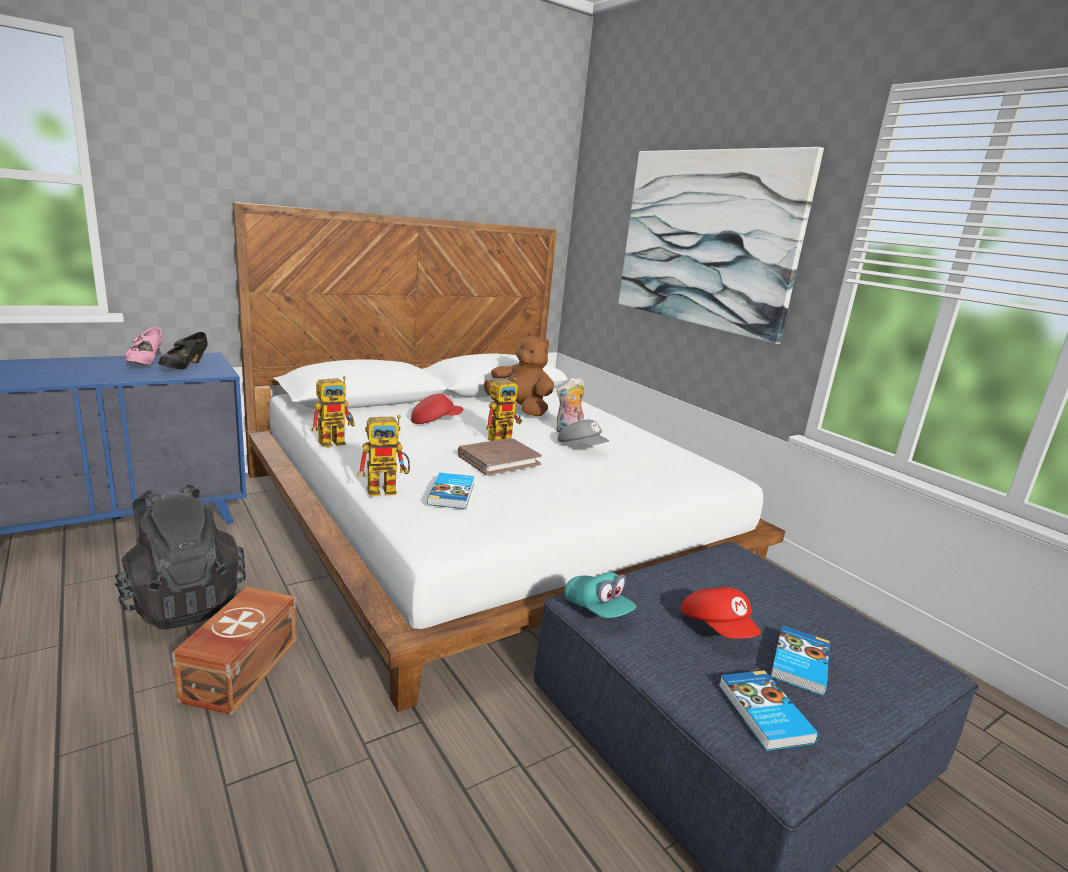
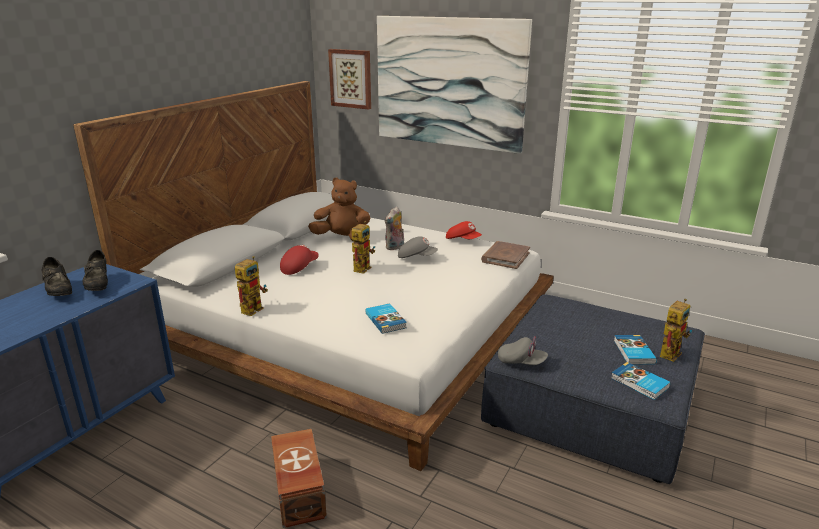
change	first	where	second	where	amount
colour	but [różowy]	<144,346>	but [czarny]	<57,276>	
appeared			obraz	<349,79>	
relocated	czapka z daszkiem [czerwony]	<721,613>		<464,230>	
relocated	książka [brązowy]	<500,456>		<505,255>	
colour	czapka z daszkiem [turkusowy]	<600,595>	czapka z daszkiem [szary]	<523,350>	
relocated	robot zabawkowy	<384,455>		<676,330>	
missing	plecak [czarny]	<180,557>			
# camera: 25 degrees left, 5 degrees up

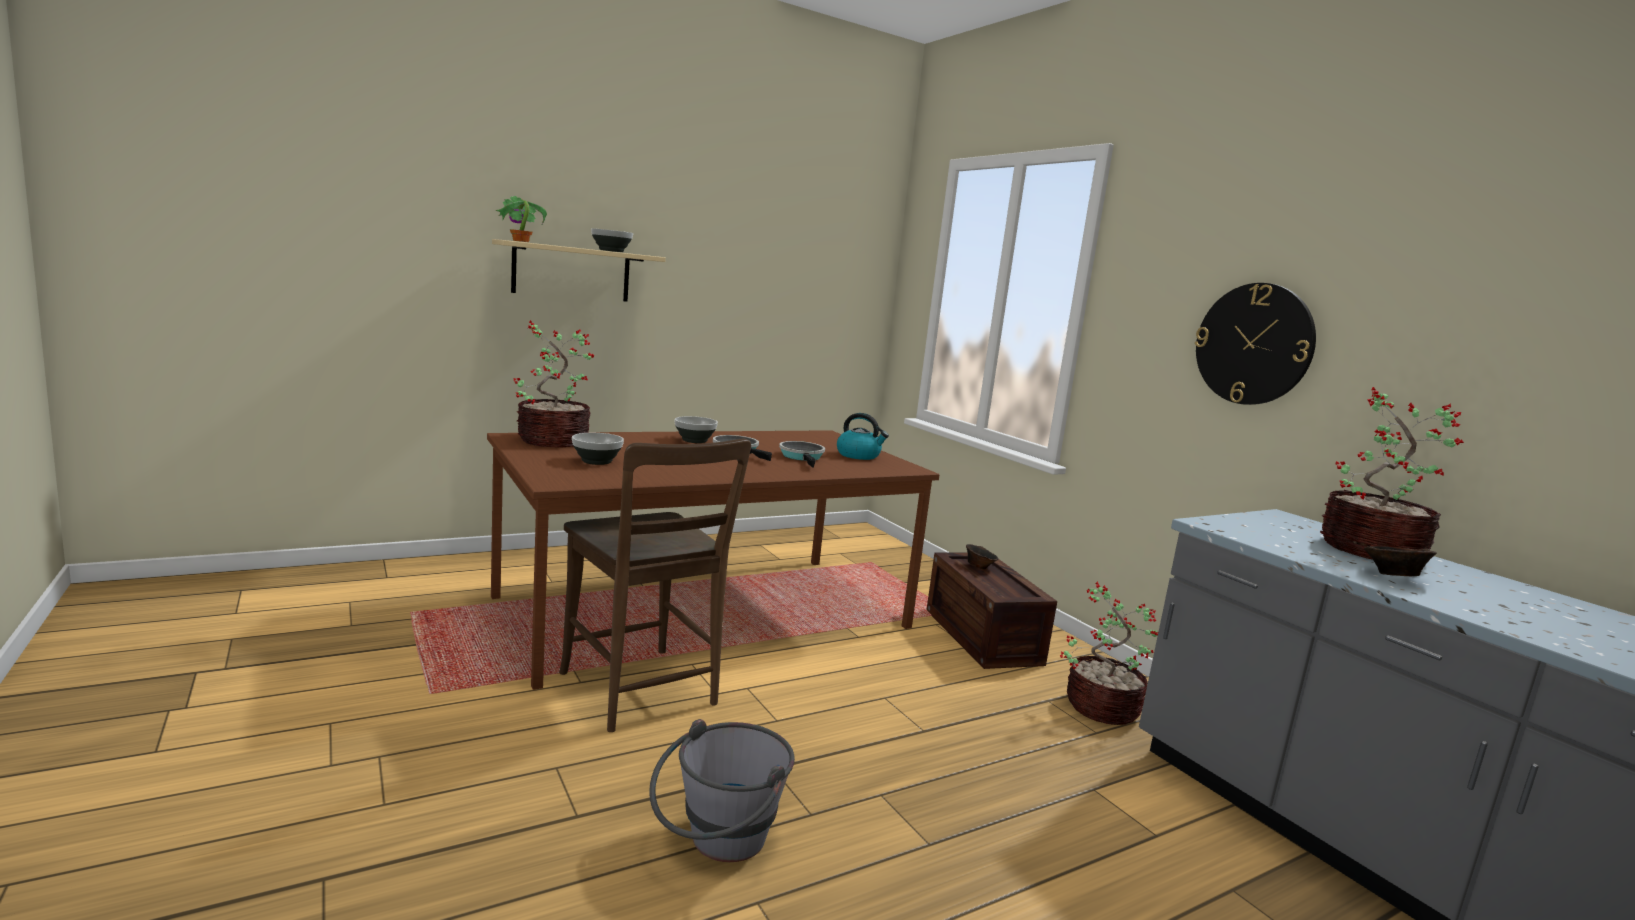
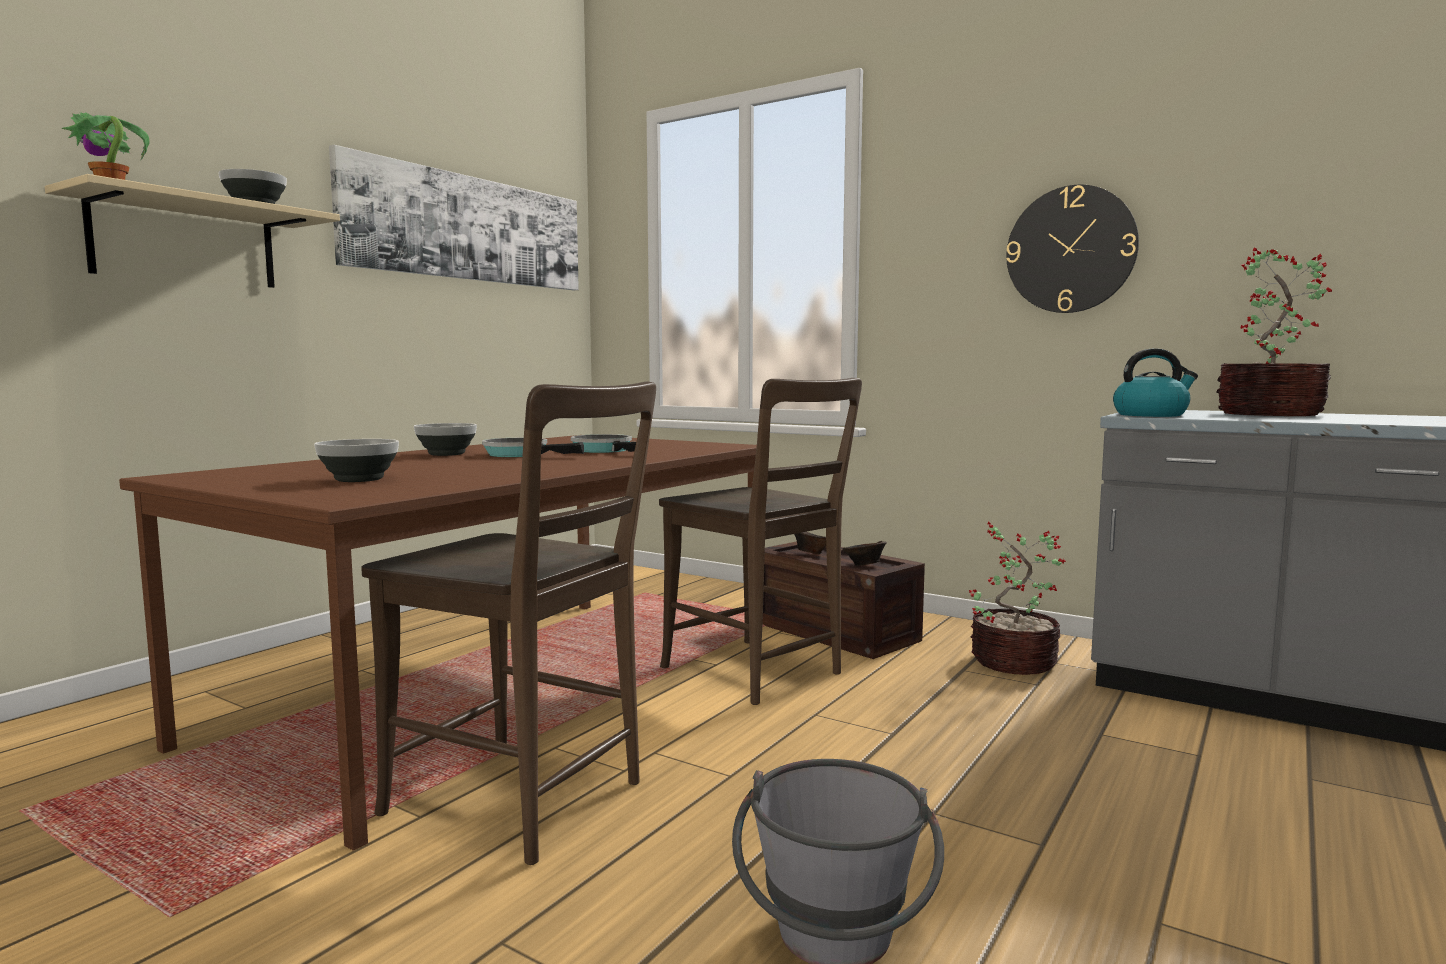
change	first	where	second	where	amount
appeared			obraz	<454,217>	
appeared			krzesło [brązowy]	<760,541>	
relocated	miska [brązowy]	<1400,561>		<864,553>	
relocated	czajnik	<863,436>		<1155,382>	
missing	roślina doniczkowa	<553,384>			
# camera: 25 degrees left, 5 degrees down

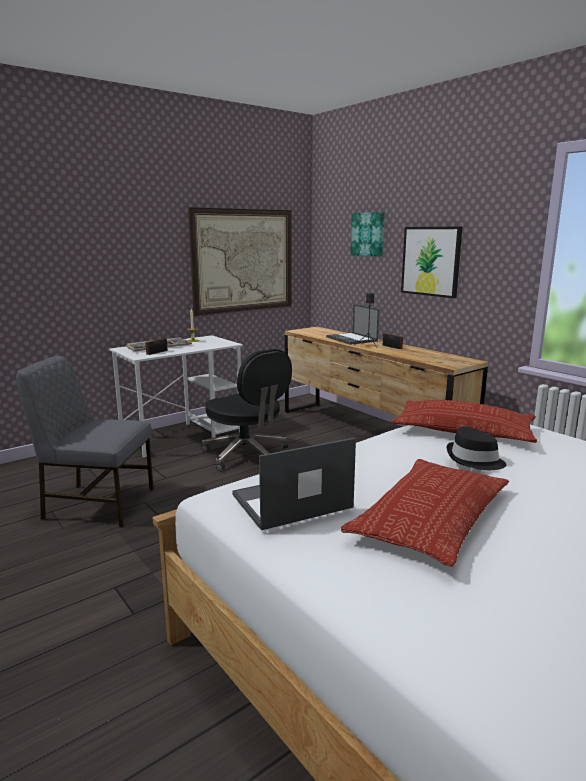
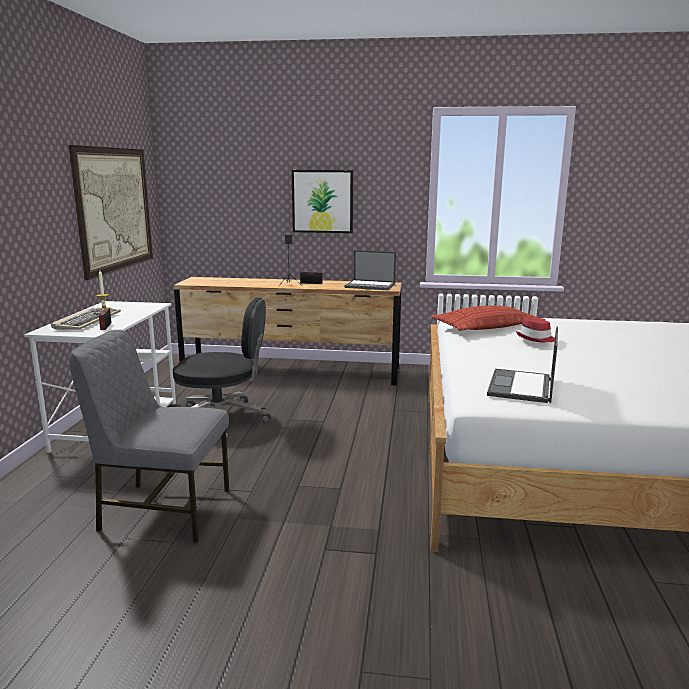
change	first	where	second	where	amount
spun	krzesło [szary]	<85,441>		<149,436>	45 degrees clockwise
relocated	laptop	<352,324>		<370,270>	
colour	kapelusz [czarny]	<476,448>	kapelusz [czerwony]	<535,329>	
missing	poduszka	<425,513>			
missing	obraz	<368,234>			
# camera: 45 degrees left, 0 degrees up

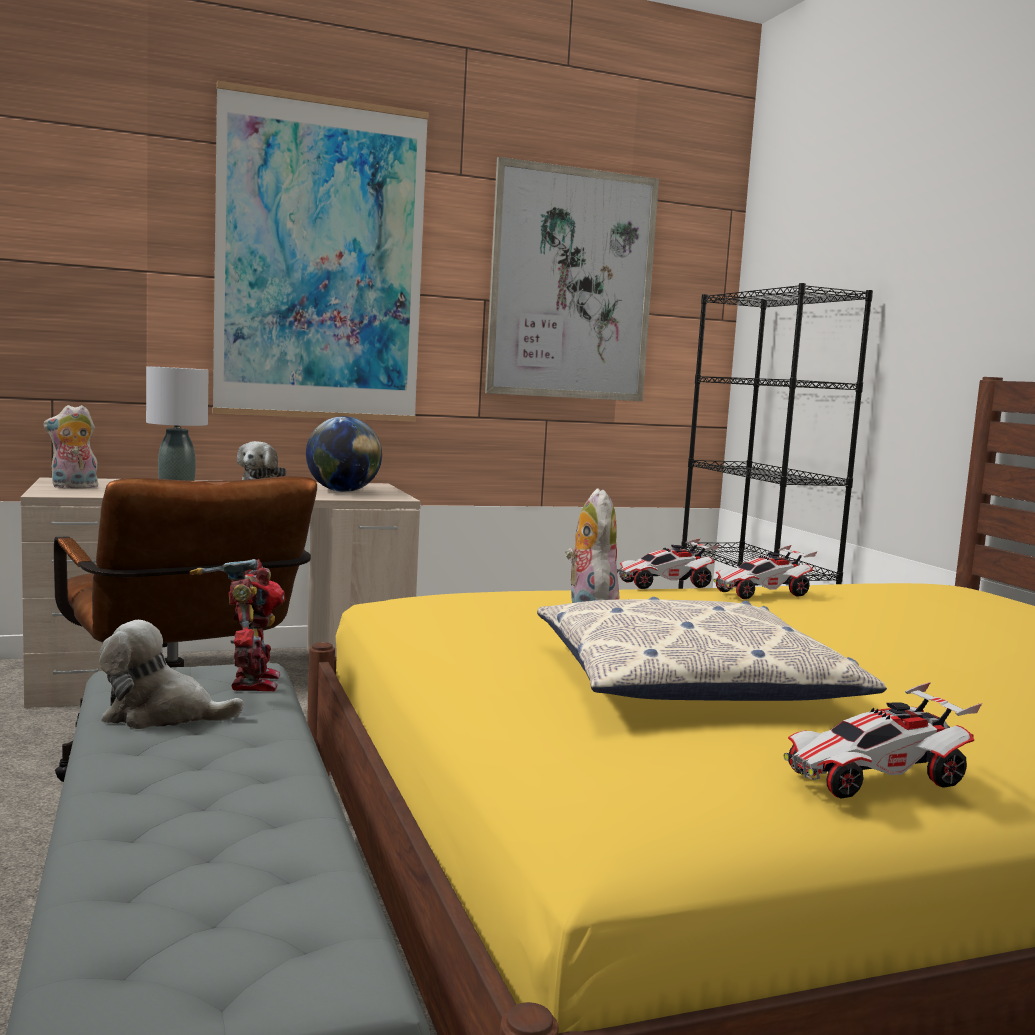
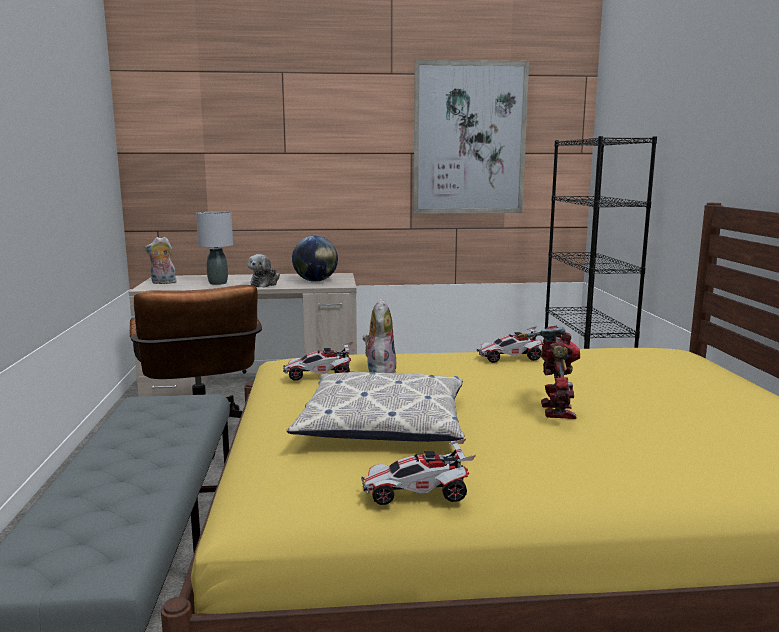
change	first	where	second	where	amount
relocated	samochodzik	<668,563>		<319,361>	
relocated	robot zabawkowy	<237,625>		<549,372>	
missing	pluszak	<171,674>			
missing	obraz	<321,251>			
# camera: 15 degrees right, 5 degrees up

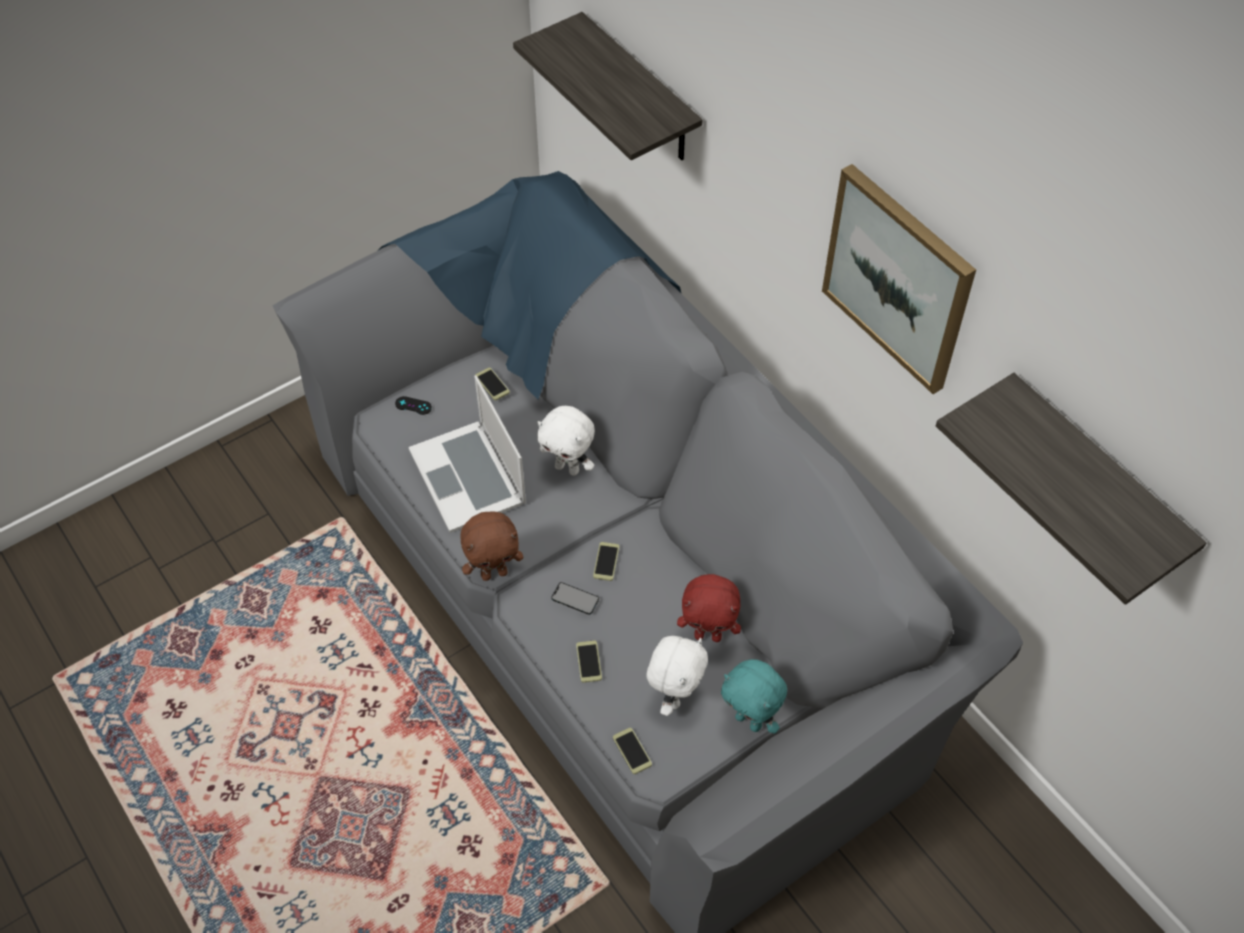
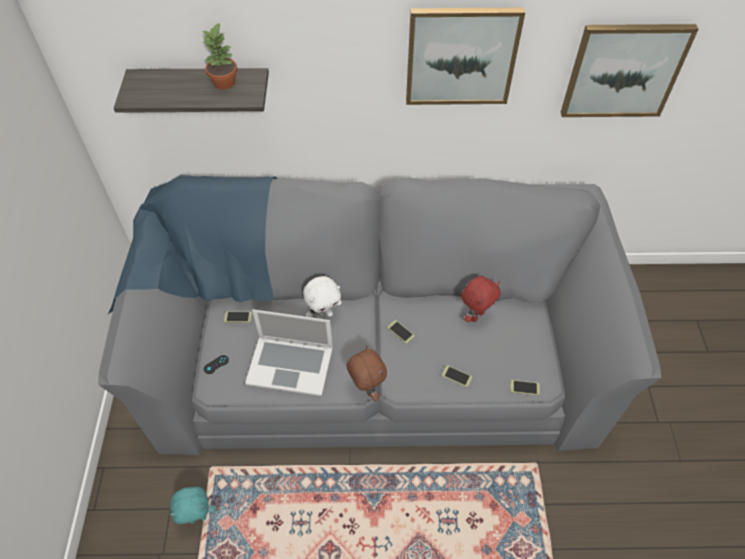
change	first	where	second	where	amount
relocated	pluszak [turkusowy]	<754,696>		<192,505>	
appeared			roślina doniczkowa	<219,56>	
spun	pluszak [brązowy]	<491,546>		<366,373>	45 degrees counterclockwise
exchanged	półka	<1071,489>	obraz	<629,70>	
missing	telefon	<575,598>			
missing	pluszak [biały]	<677,676>			
# camera: 55 degrees left, 0 degrees up

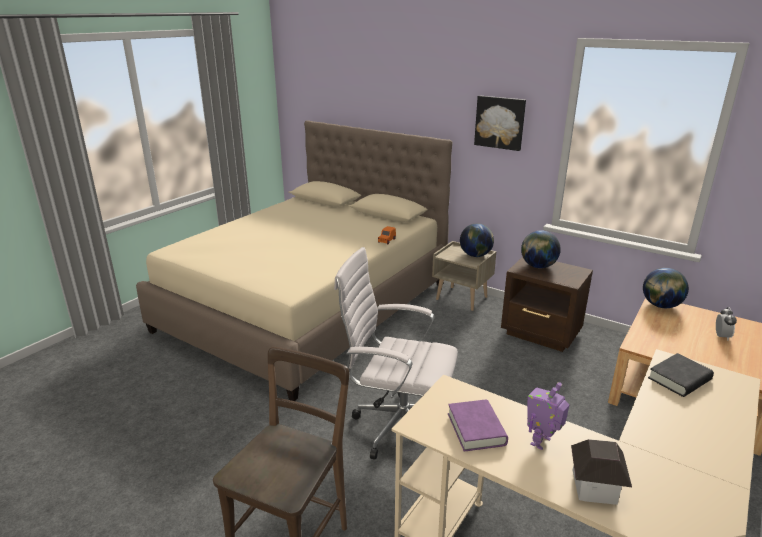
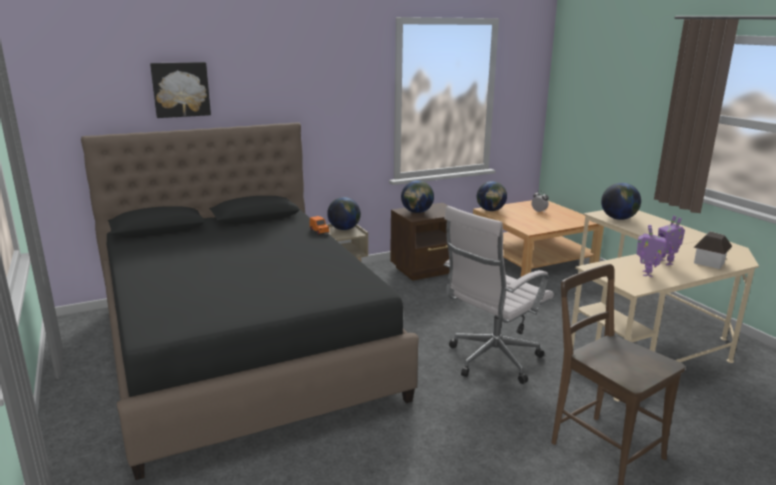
change	first	where	second	where	amount
colour	łóżko [beżowy]	<294,260>	łóżko [czarny]	<250,301>	
relocated	obraz	<500,123>		<180,90>	
exchanged	książka [czarny]	<681,375>	globus	<621,201>	
exchanged	książka [fioletowy]	<478,426>	robot zabawkowy	<651,251>	
# camera: 60 degrees left, 5 degrees down

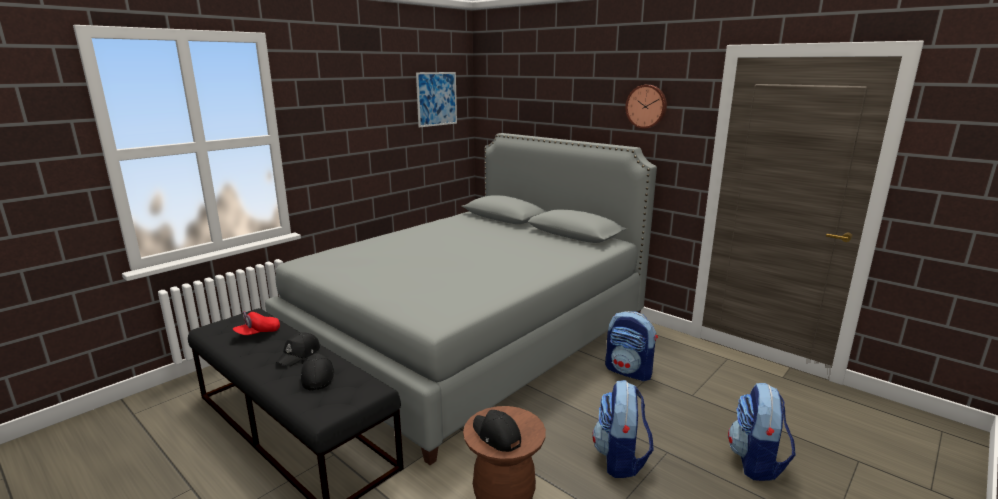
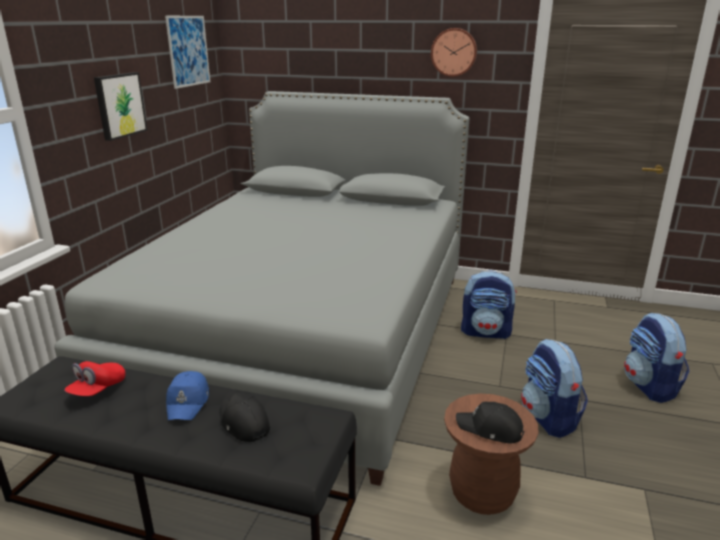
change	first	where	second	where	amount
appeared			obraz	<120,106>	
colour	czapka z daszkiem [czarny]	<298,349>	czapka z daszkiem [niebieski]	<187,395>	
# camera: 25 degrees left, 5 degrees up

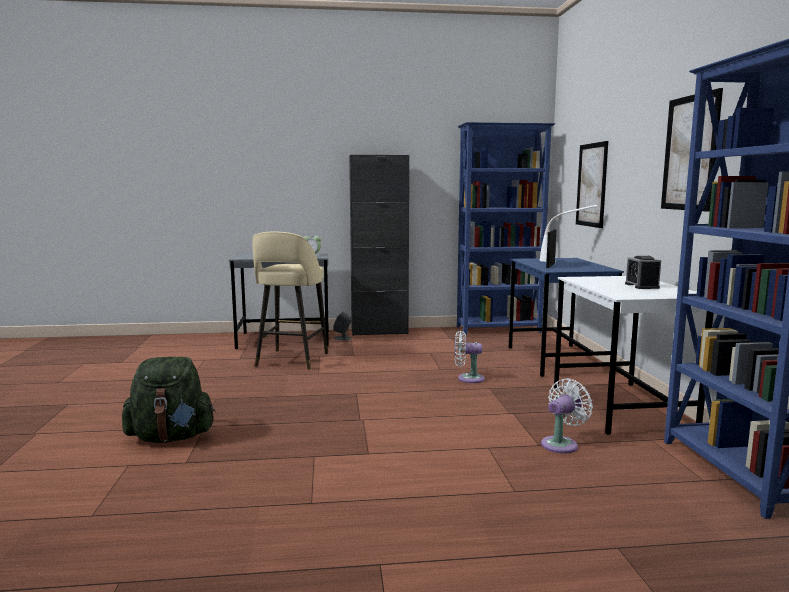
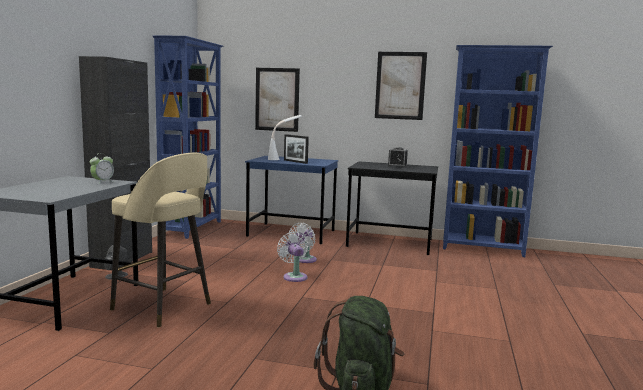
change	first	where	second	where	amount
relocated	wentylator [biały]	<567,416>		<292,257>	
colour	biurko [biały]	<633,355>	biurko [czarny]	<392,208>	
# camera: 70 degrees left, 0 degrees up

